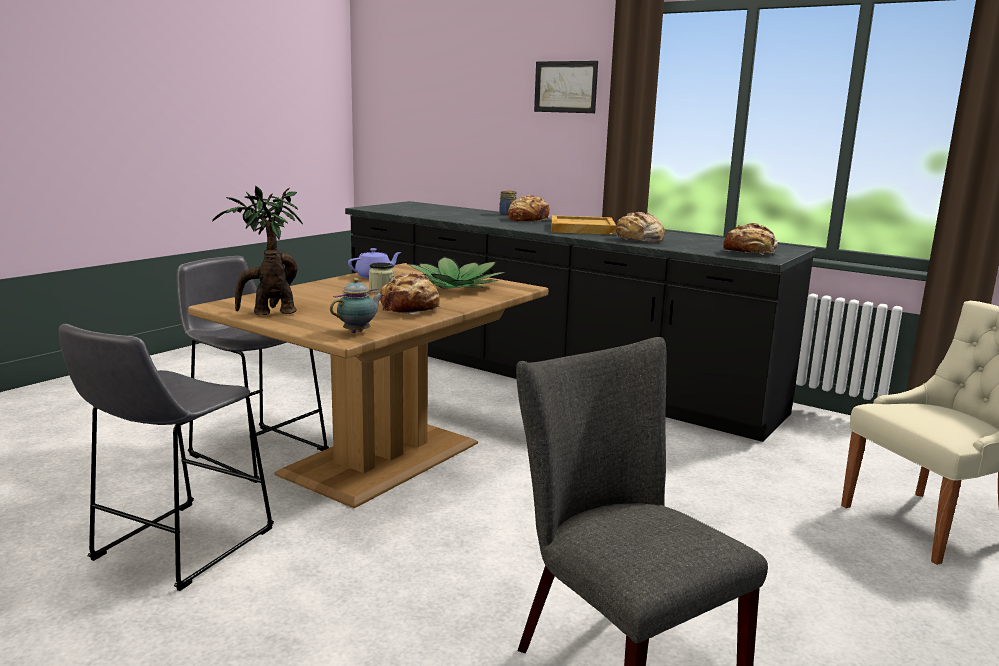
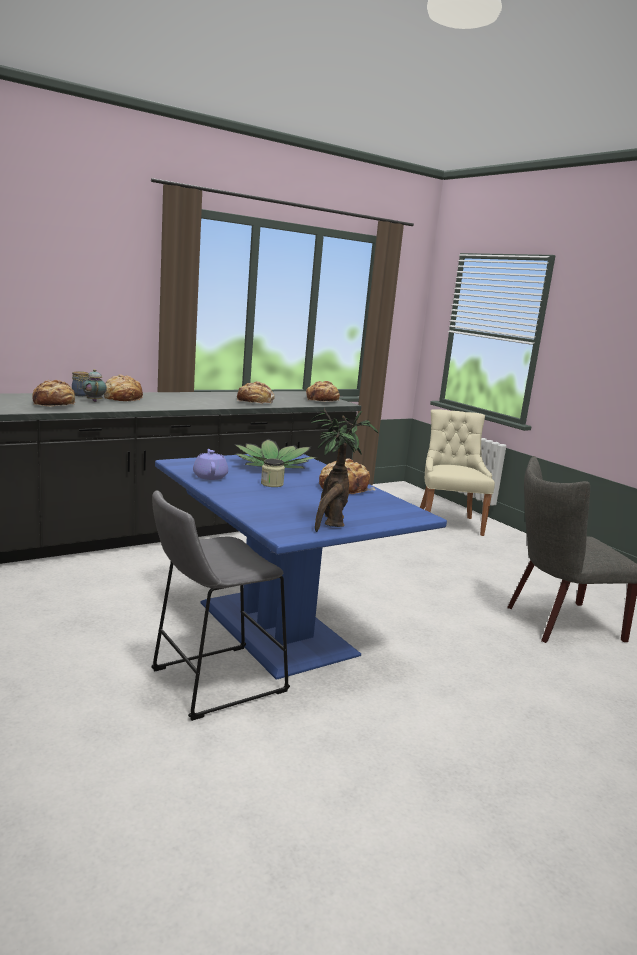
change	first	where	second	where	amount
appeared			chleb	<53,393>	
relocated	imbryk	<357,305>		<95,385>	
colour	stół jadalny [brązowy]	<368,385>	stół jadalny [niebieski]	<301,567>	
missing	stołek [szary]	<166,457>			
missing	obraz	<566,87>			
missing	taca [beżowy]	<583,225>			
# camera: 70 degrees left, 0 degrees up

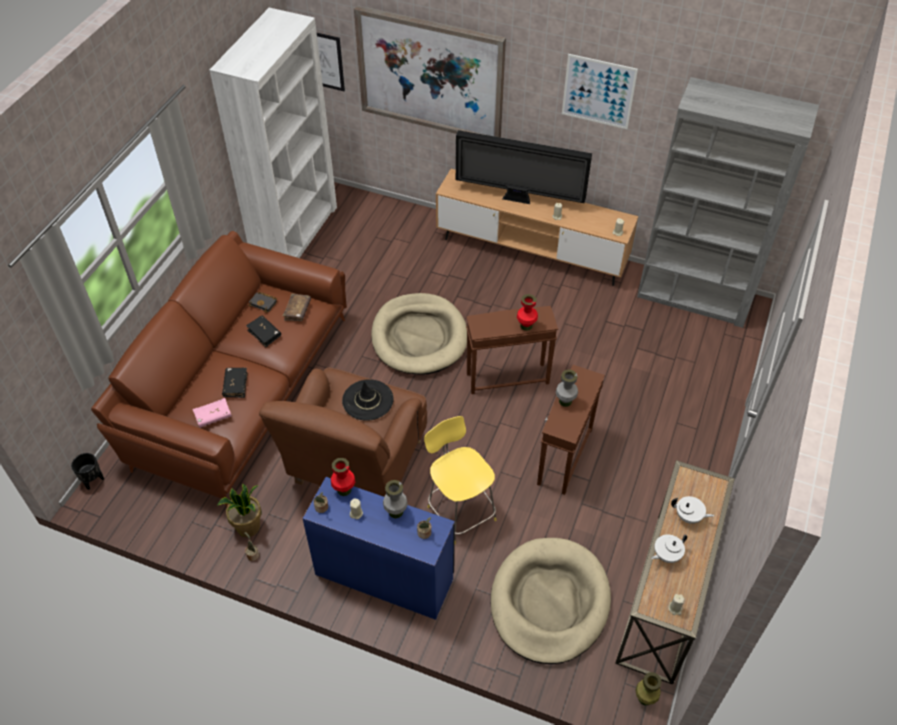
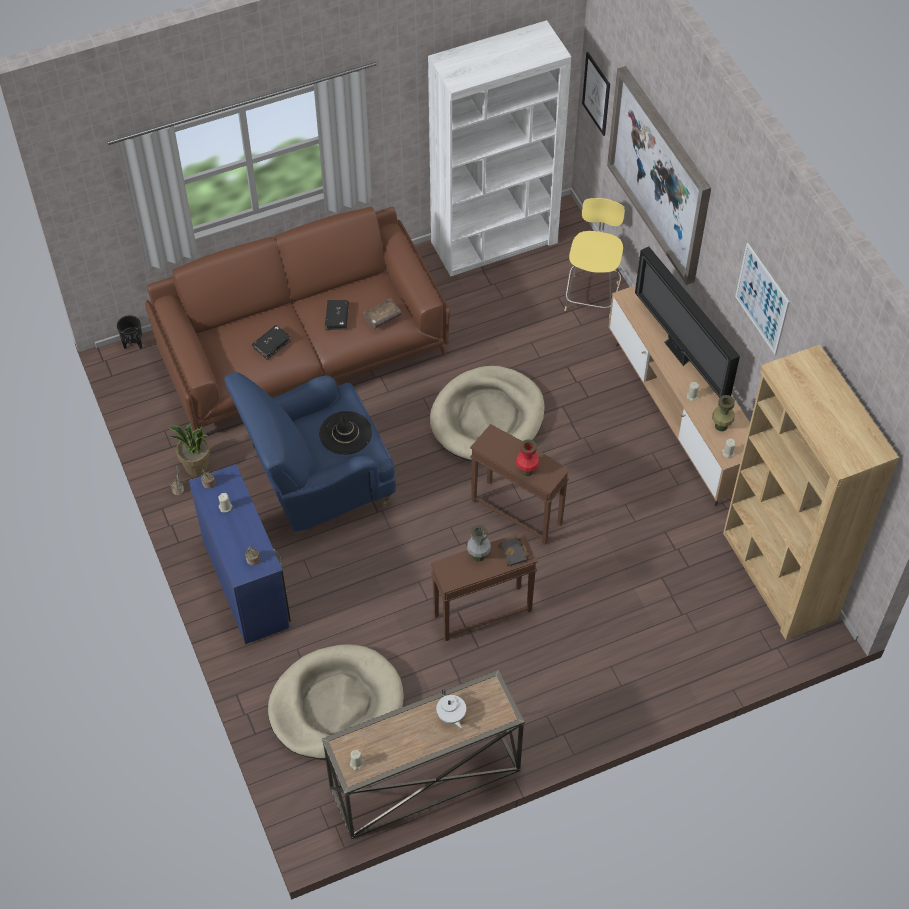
change	first	where	second	where	amount
colour	fotel [brązowy]	<343,432>	fotel [niebieski]	<310,454>	
relocated	książka [czarny]	<262,302>		<514,552>	
relocated	stołek [żółty]	<460,479>		<594,258>	
relocated	wazon [zielony]	<648,688>		<723,413>	
colour	regał [szary]	<728,202>	regał [brązowy]	<811,492>	
missing	książka [różowy]	<212,413>			
missing	wazon [czerwony]	<343,477>			
missing	wazon [szary]	<395,499>			
missing	imbryk [biały]	<669,548>			
# camera: 45 degrees right, 5 degrees up

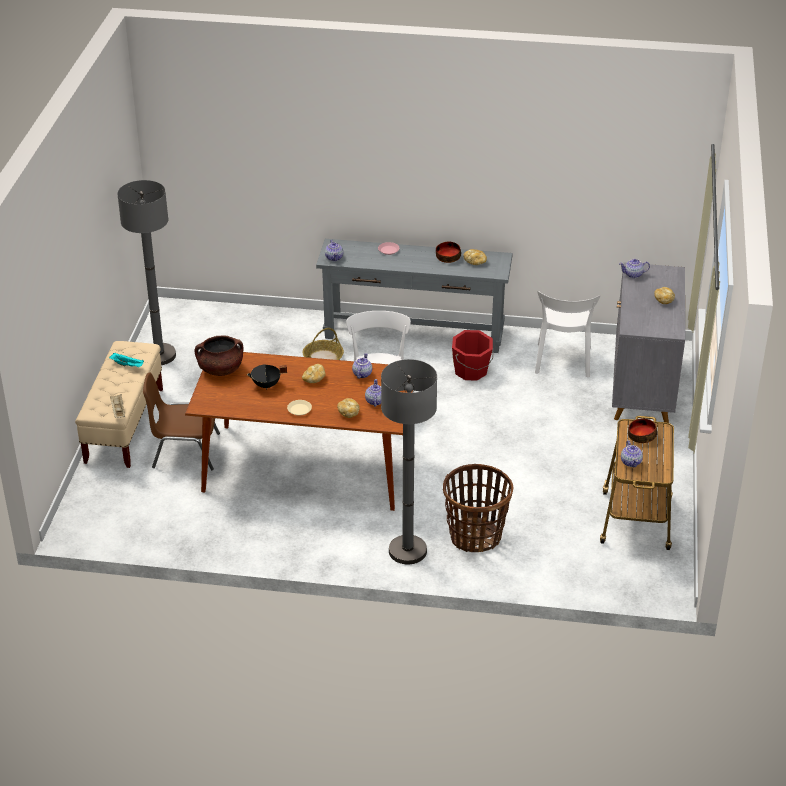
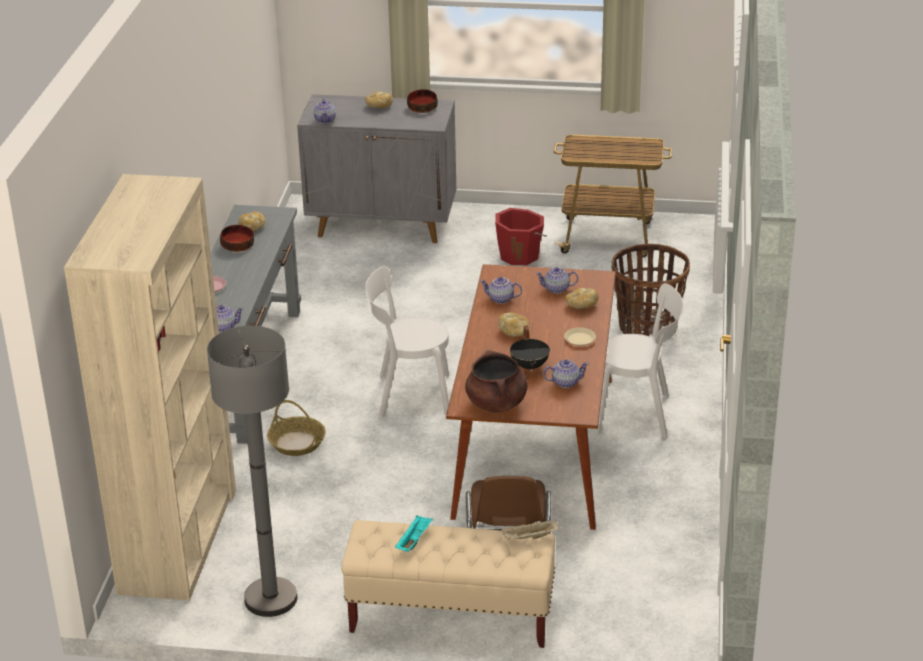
change	first	where	second	where	amount
appeared			regał [beżowy]	<150,387>	
relocated	miska	<642,430>		<422,101>	
relocated	wiadro [czerwony]	<472,355>		<521,236>	
relocated	imbryk	<632,454>		<566,373>	
relocated	krzesło [biały]	<567,334>		<639,360>	
missing	lampa stojąca [szary]	<409,461>			
# camera: 90 degrees left, 5 degrees down

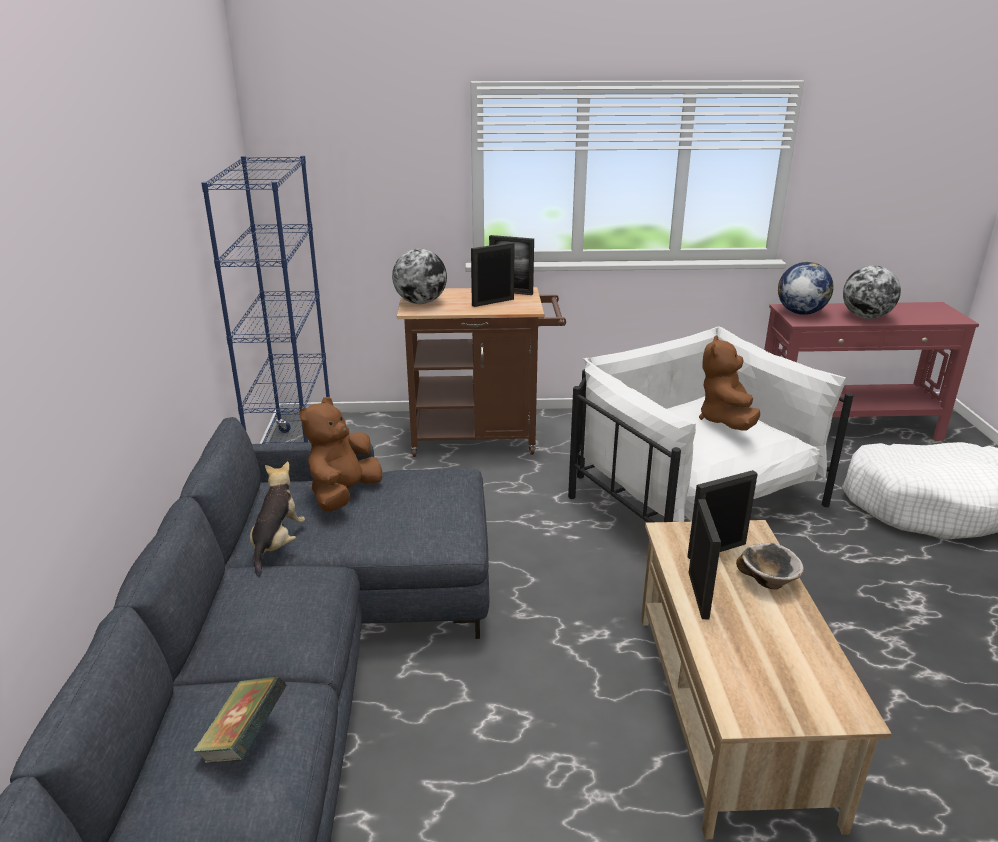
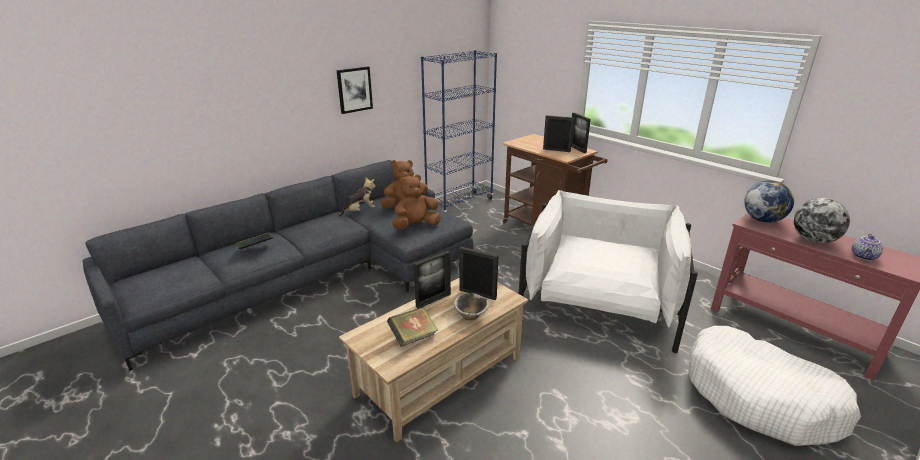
change	first	where	second	where	amount
appeared			obraz	<355,90>	
appeared			książka	<412,327>	
relocated	pluszak [brązowy]	<729,382>		<416,201>	
appeared			imbryk	<867,247>	
missing	globus	<419,276>			
# camera: 50 degrees right, 0 degrees up

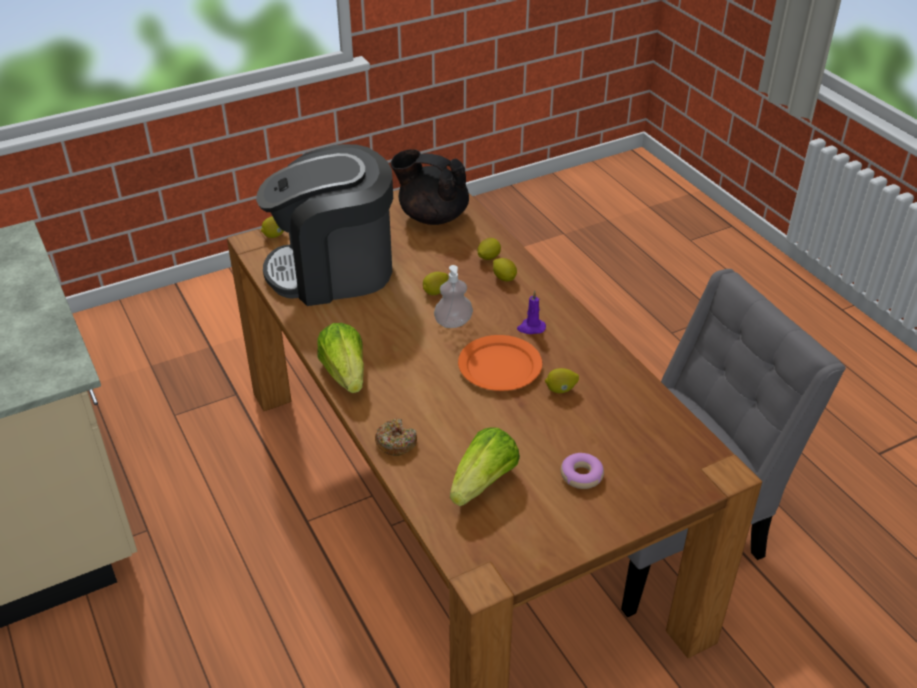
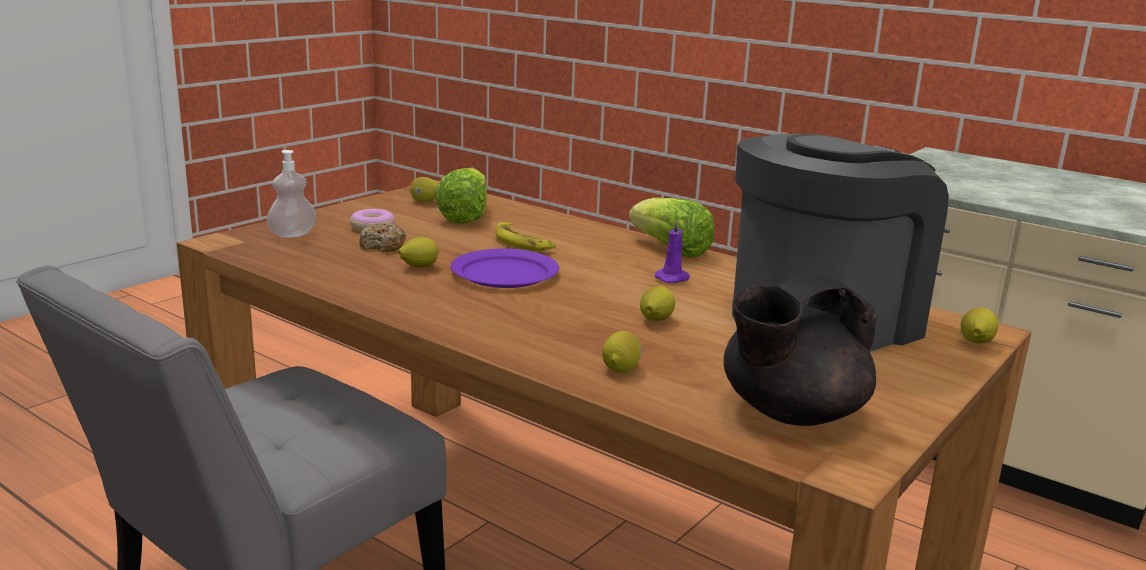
change	first	where	second	where	amount
relocated	dozownik mydła	<453,296>		<291,194>	
relocated	donut	<396,437>		<382,237>	
relocated	cytryna	<505,269>		<424,189>	
colour	talerz [pomarańczowy]	<500,363>	talerz [fioletowy]	<505,268>	
appeared			banan	<525,236>	
relocated	świeca [fioletowy]	<531,312>		<672,251>	
spun	imbryk [czarny]	<430,187>		<800,349>	150 degrees clockwise
# camera: 155 degrees right, 20 degrees down

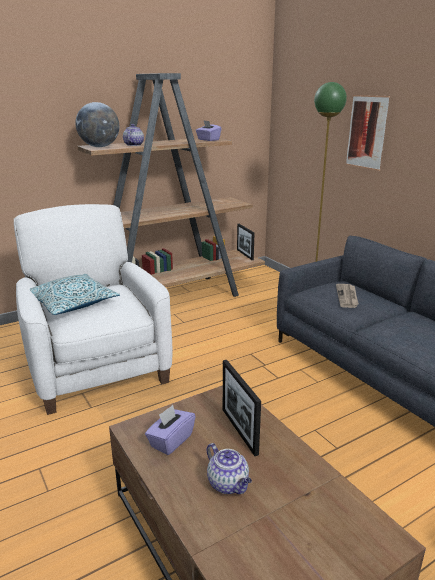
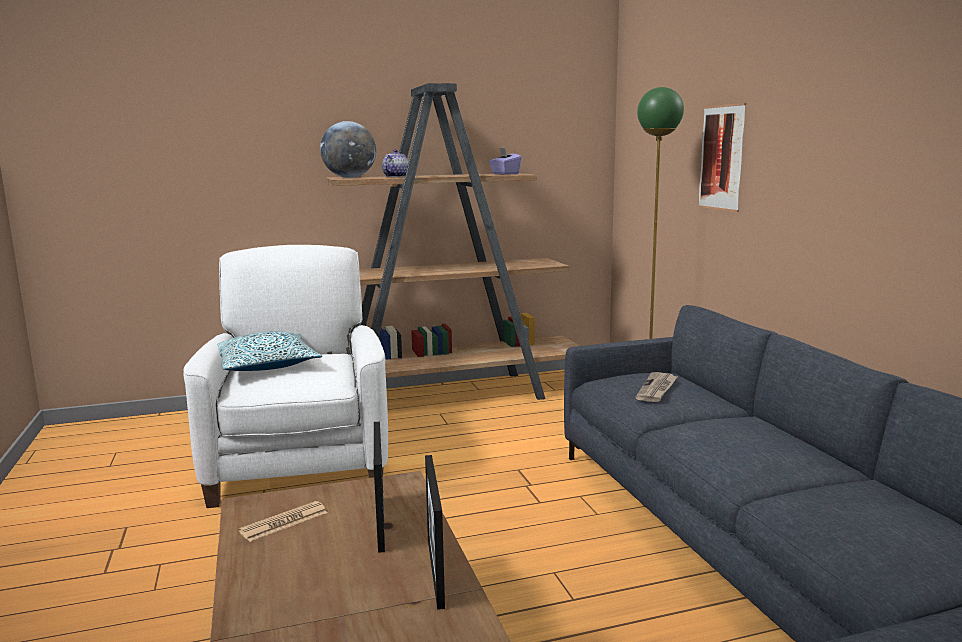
change	first	where	second	where	amount
exchanged	pudełko chusteczek [fioletowy]	<170,430>	gazeta	<282,521>	
relocated	ramka na zdjęcie	<246,242>		<435,532>	
missing	imbryk	<229,468>			
# camera: 15 degrees right, 10 degrees down

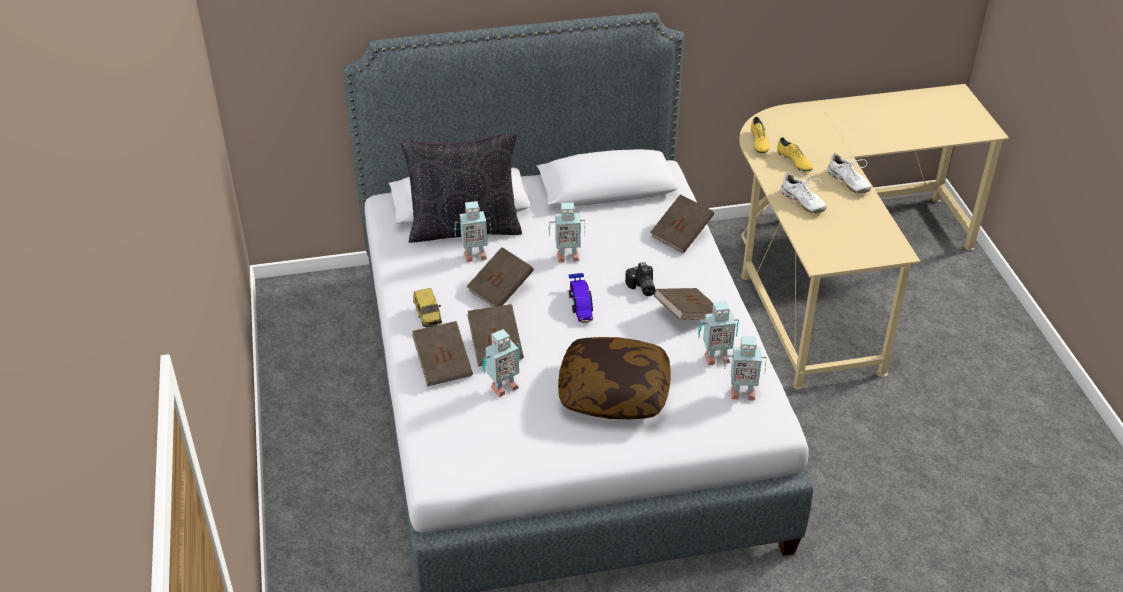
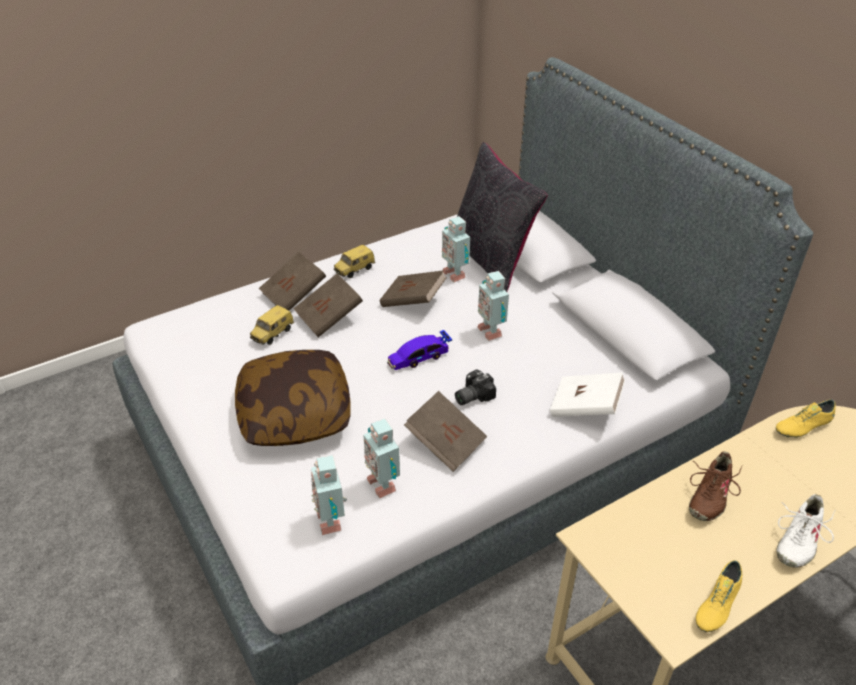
change	first	where	second	where	amount
exchanged	robot zabawkowy	<501,363>	samochodzik	<272,325>	
colour	książka [brązowy]	<682,223>	książka [biały]	<587,394>	
colour	but [biały]	<803,192>	but [brązowy]	<715,486>	
relocated	but [żółty]	<795,154>		<719,596>	
# camera: 70 degrees right, 0 degrees up

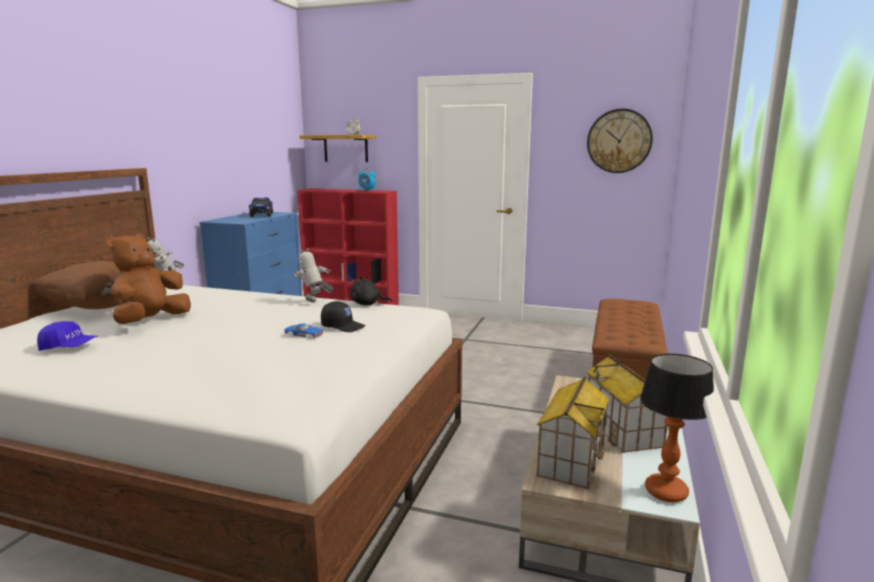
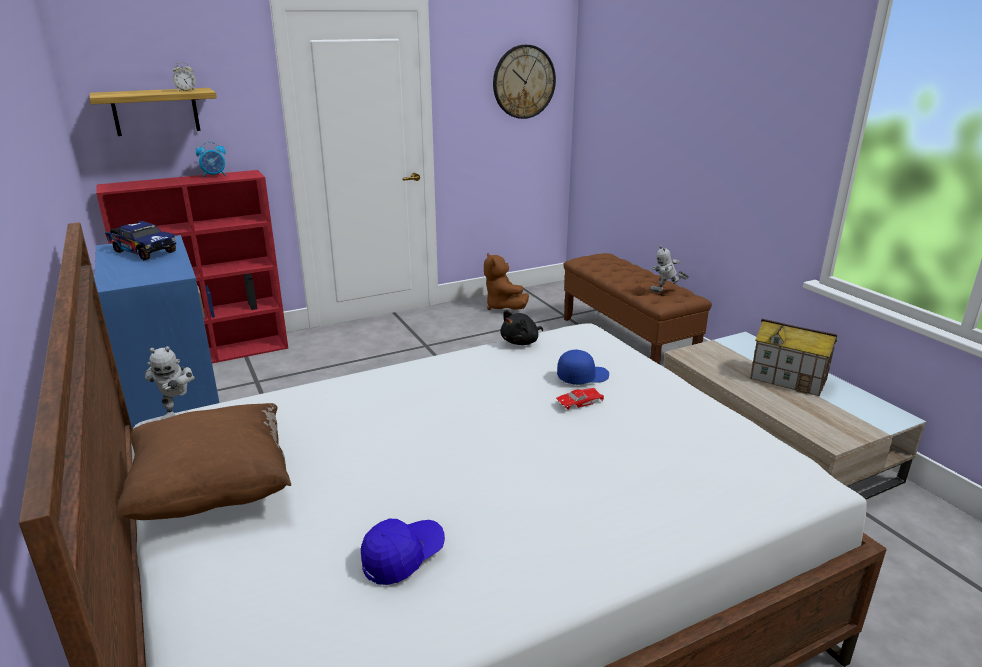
change	first	where	second	where	amount
relocated	pluszak [brązowy]	<148,279>		<506,281>	
colour	samochodzik [niebieski]	<303,330>	samochodzik [czerwony]	<580,399>	
colour	czapka z daszkiem [czarny]	<343,316>	czapka z daszkiem [niebieski]	<583,367>	
relocated	robot zabawkowy	<314,275>		<669,269>	
missing	domek	<573,432>			
missing	lampa stołowa	<677,428>			
# camera: 45 degrees left, 10 degrees up

